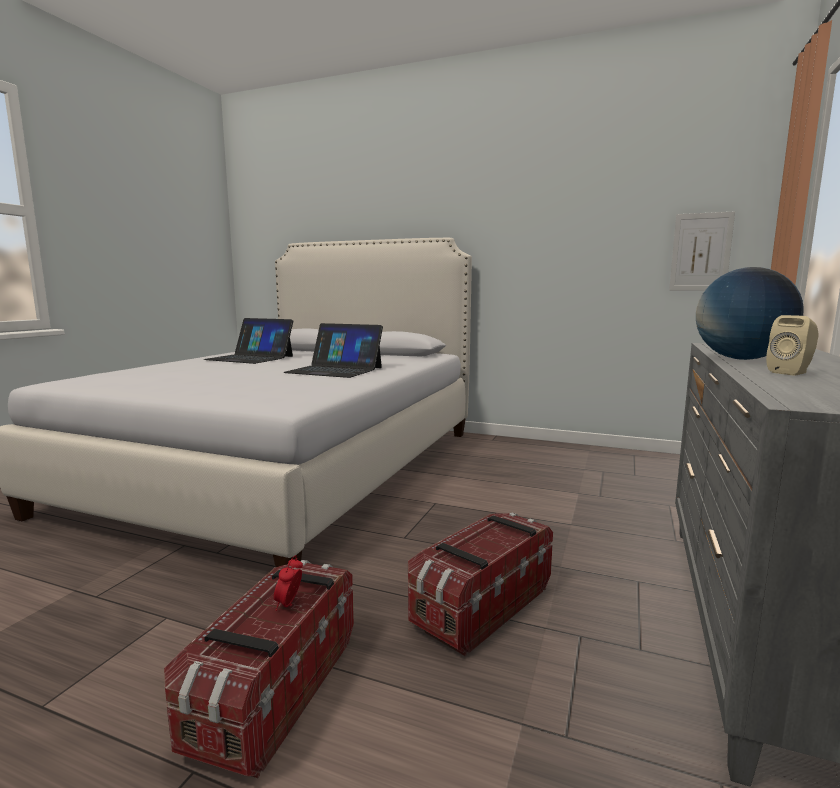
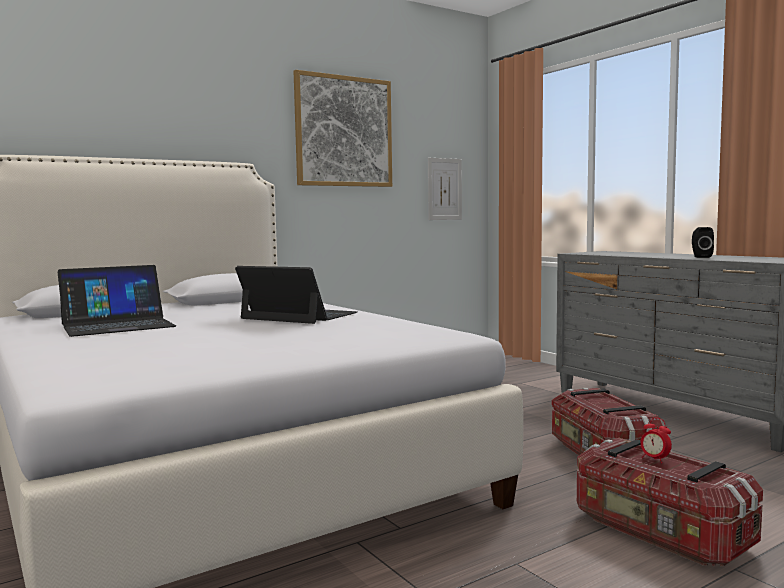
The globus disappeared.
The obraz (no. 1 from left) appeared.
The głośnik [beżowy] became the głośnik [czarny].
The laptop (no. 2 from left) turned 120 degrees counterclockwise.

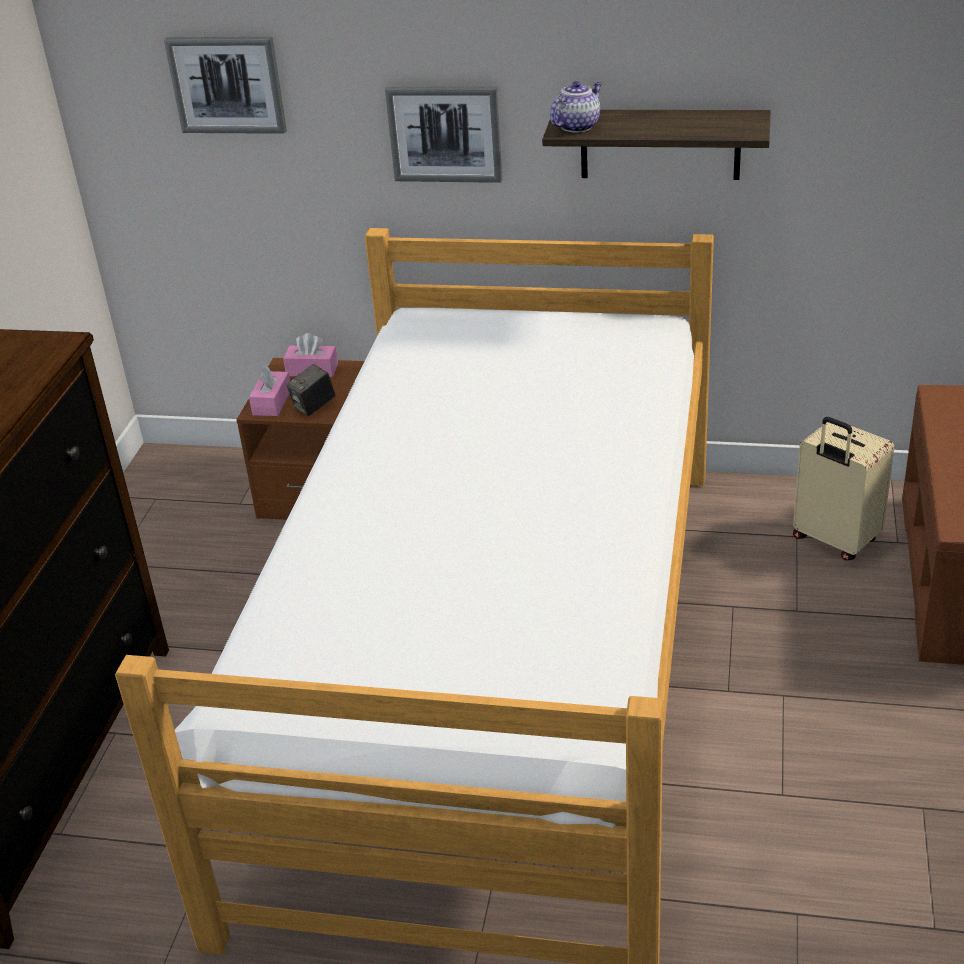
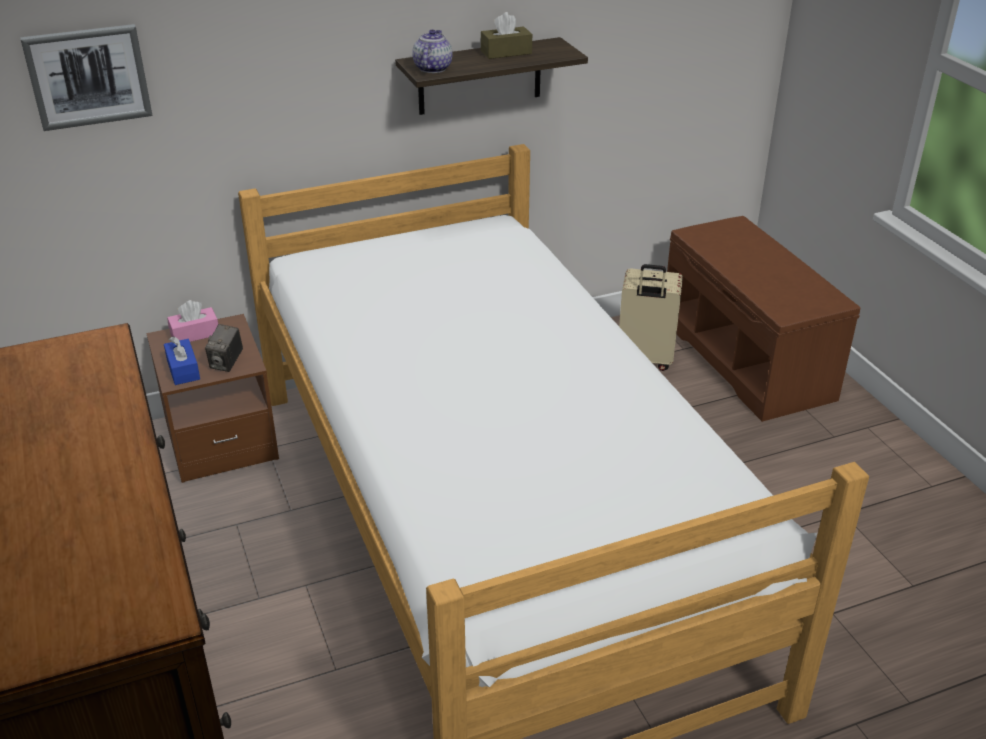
The obraz (no. 2 from left) disappeared.
The pudełko chusteczek [brązowy] appeared.
The pudełko chusteczek [różowy] (no. 1 from left) became the pudełko chusteczek [niebieski].

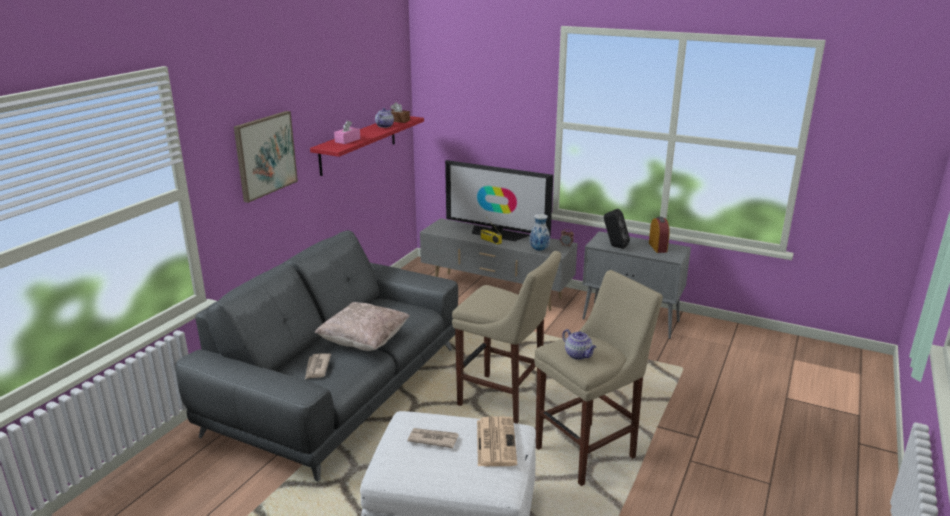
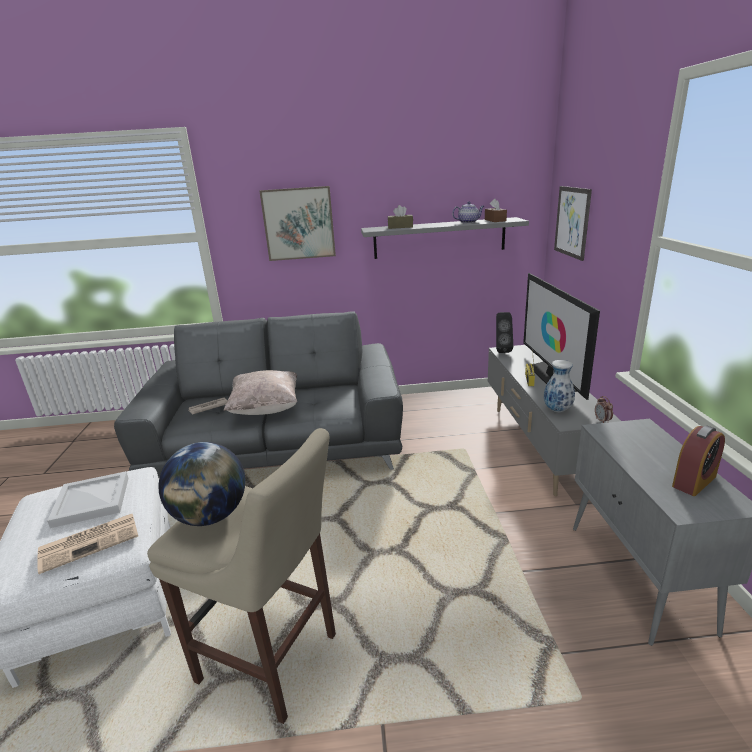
The stołek [beżowy] (no. 1 from left) disappeared.
The obraz (no. 2 from left) appeared.
The głośnik [czarny] moved.
The gazeta (no. 2 from left) was replaced by the taca [biały].
The imbryk (no. 2 from left) was replaced by the globus.
The półka [czerwony] became the półka [szary].
The pudełko chusteczek [różowy] became the pudełko chusteczek [brązowy] (no. 1 from left).

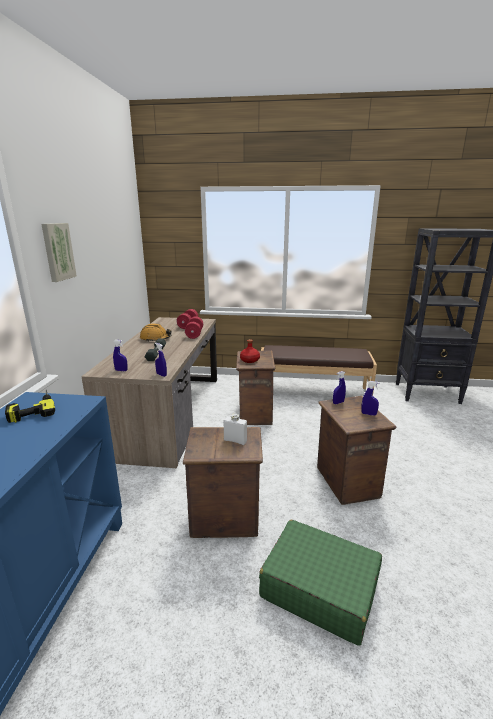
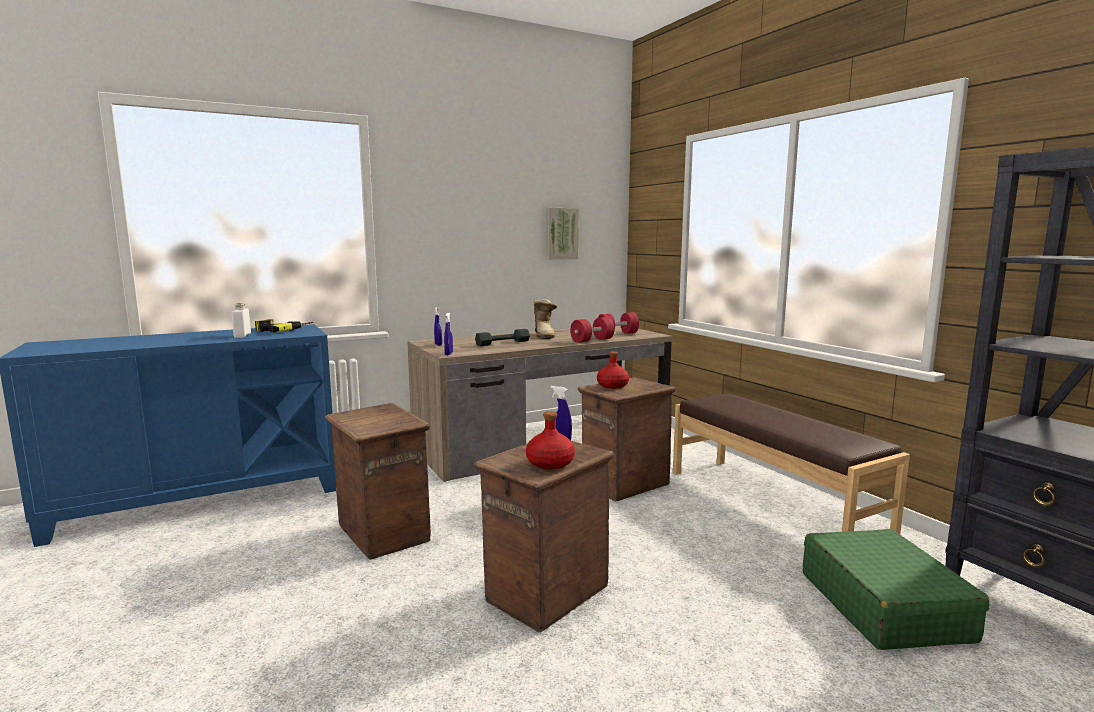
The obraz moved.
The butelka [biały] moved.
The walizka [zielony] moved.
The kask [pomarańczowy] was replaced by the but z cholewką.
The spryskiwacz [niebieski] (no. 4 from left) was replaced by the butelka [czerwony] (no. 1 from left).

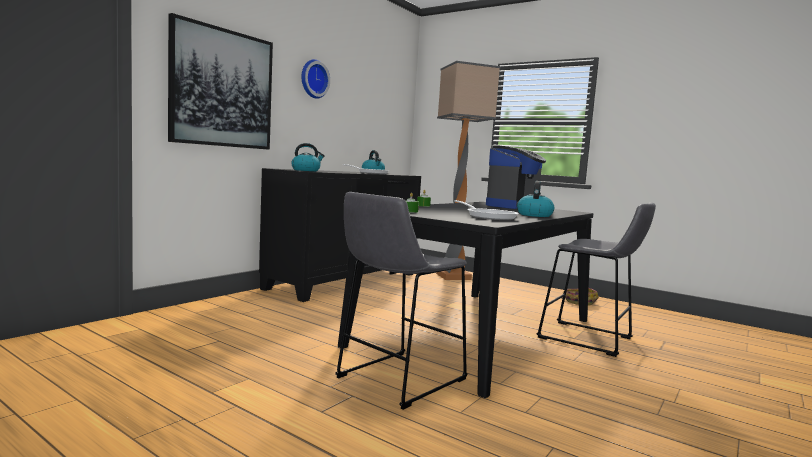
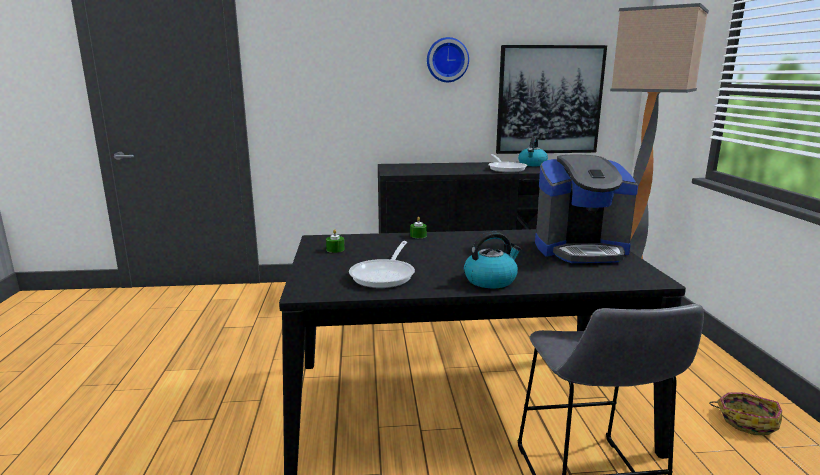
The czajnik (no. 1 from left) disappeared.
The stołek [szary] (no. 1 from left) disappeared.
The obraz moved.

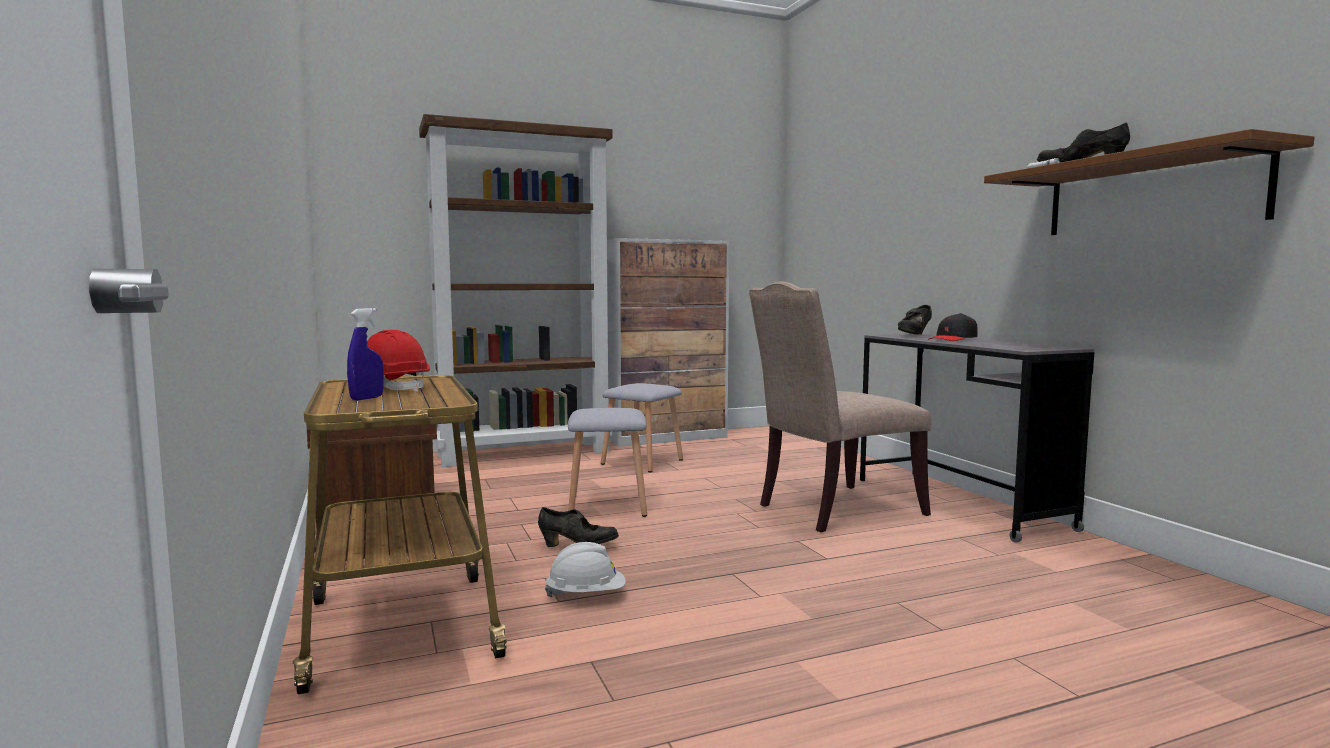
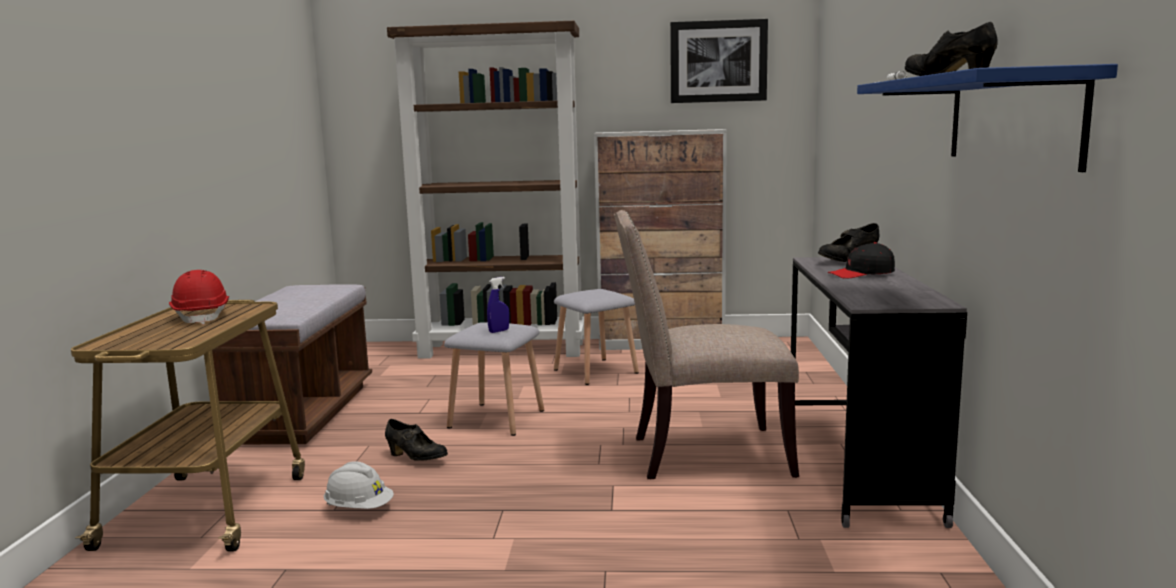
The obraz appeared.
The spryskiwacz [niebieski] moved.
The półka [brązowy] became the półka [niebieski].

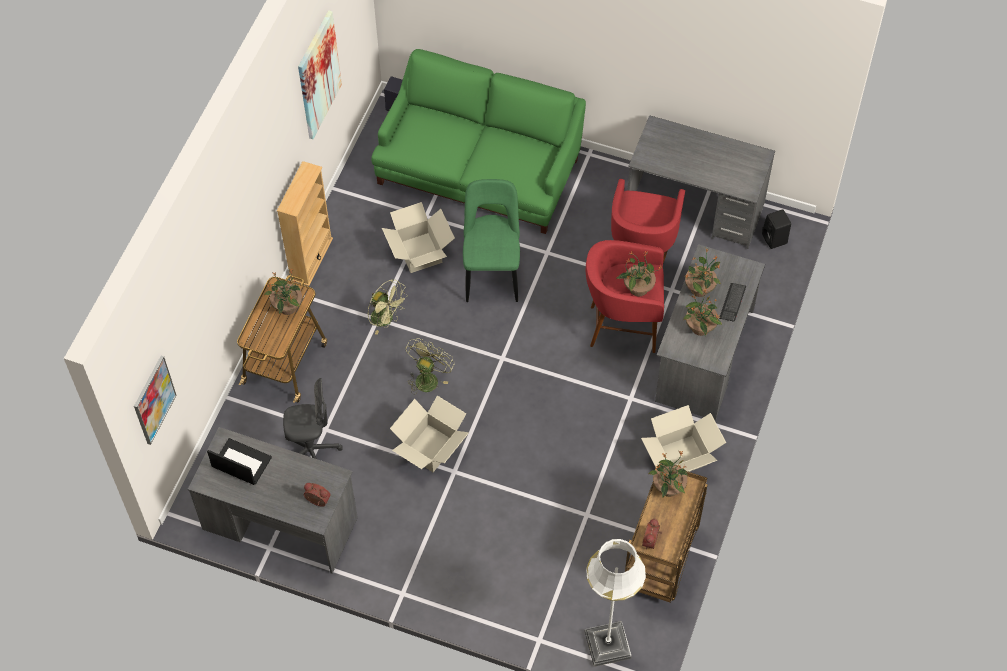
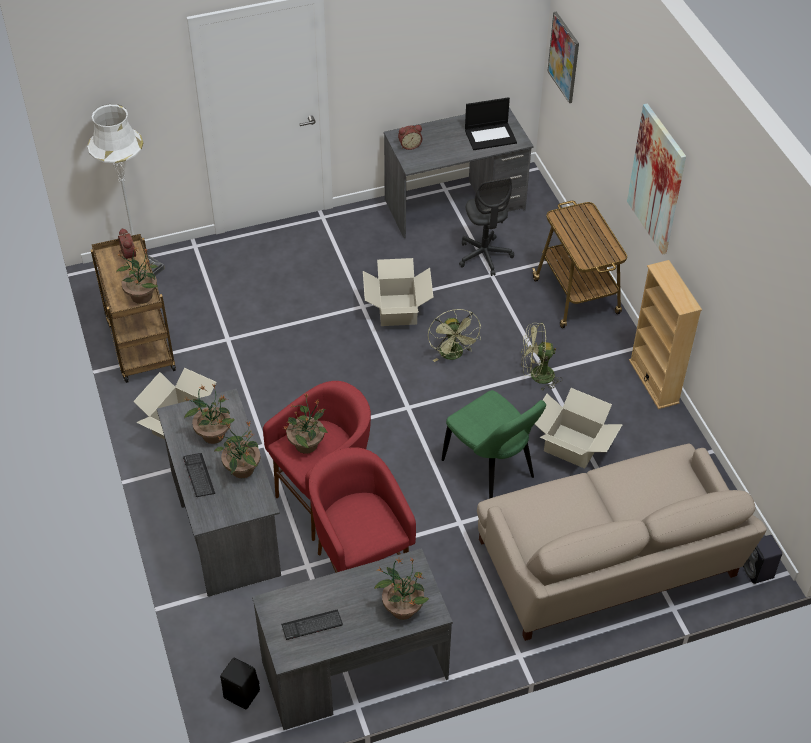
The klawiatura (no. 2 from left) appeared.
The roślina doniczkowa (no. 1 from left in the first image) moved.
The obraz (no. 2 from left) moved.
The kanapa [zielony] became the kanapa [beżowy].
The krzesło biurowe [szary] turned 60 degrees counterclockwise.

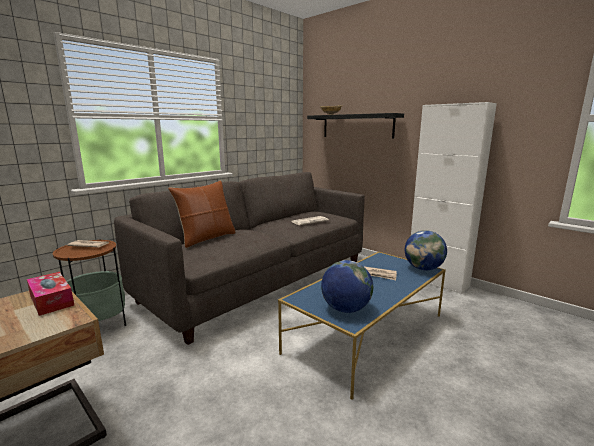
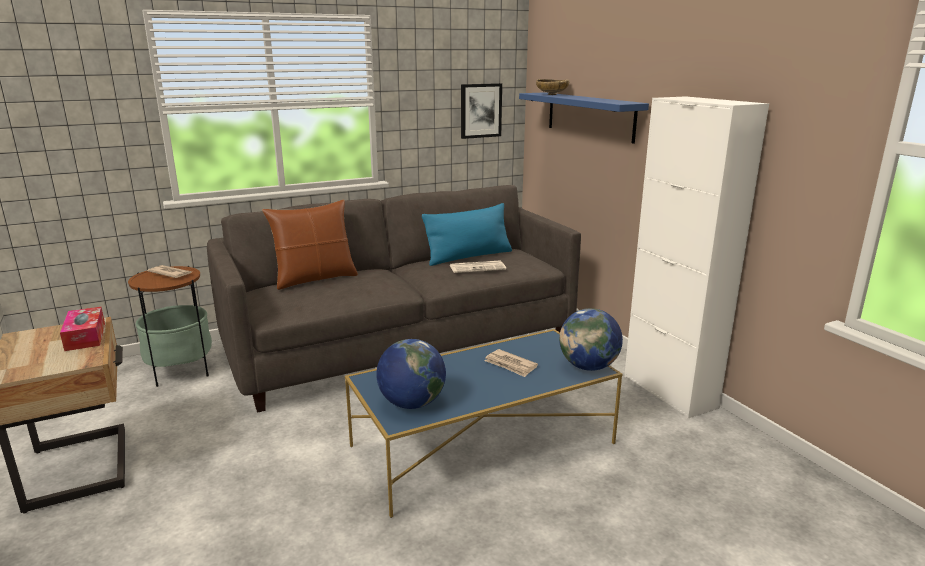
The poduszka [niebieski] appeared.
The obraz appeared.
The półka [czarny] became the półka [niebieski].

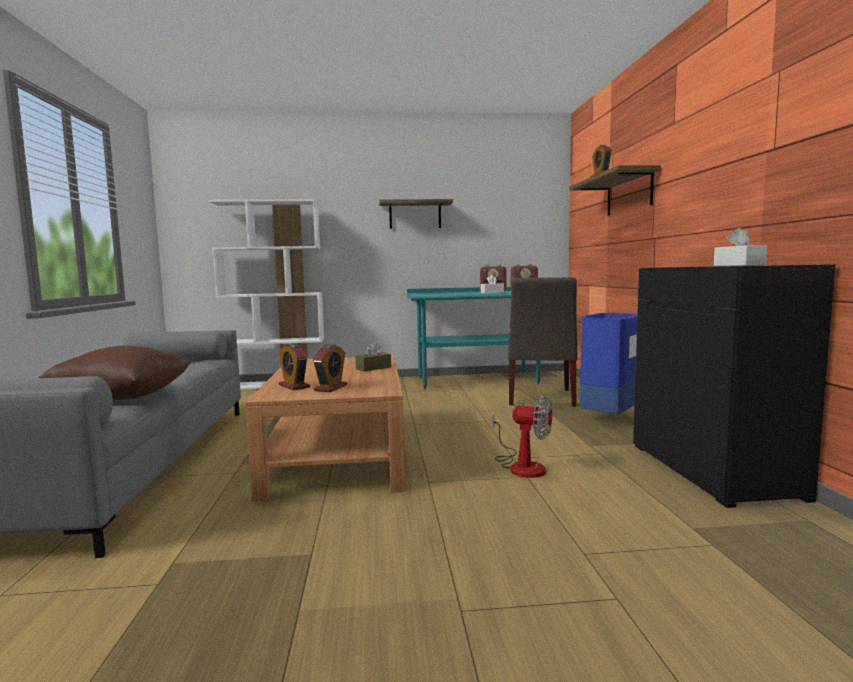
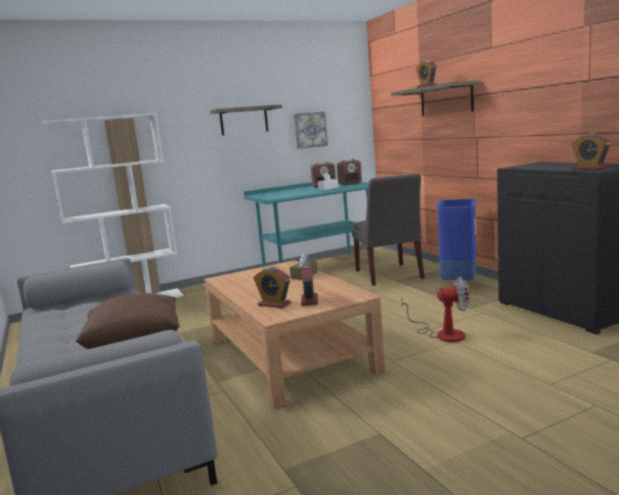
The obraz appeared.
The pudełko chusteczek [biały] (no. 2 from left) was replaced by the budzik (no. 4 from left).

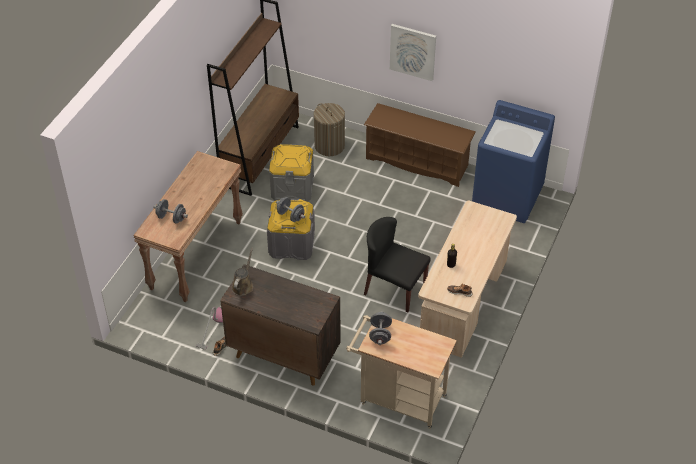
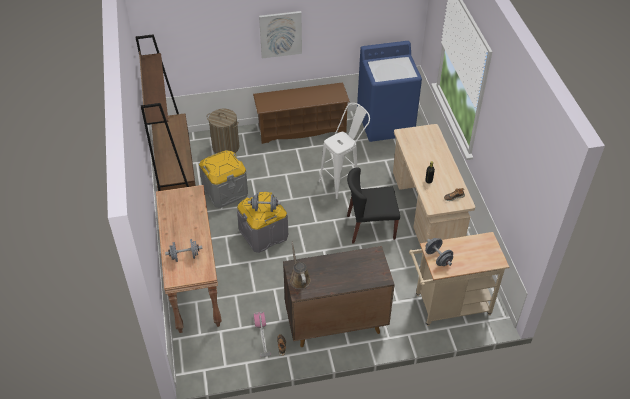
The stołek [biały] appeared.

